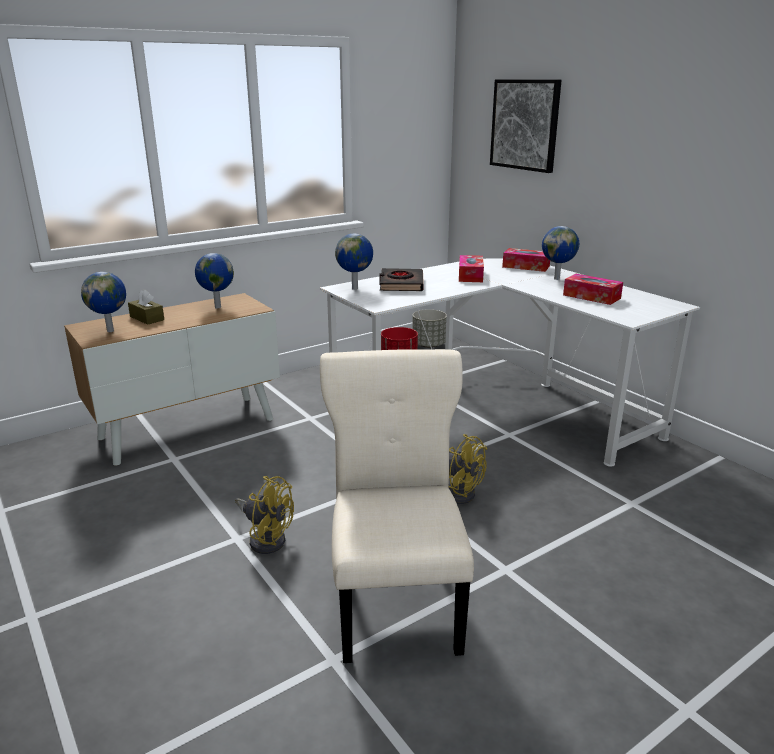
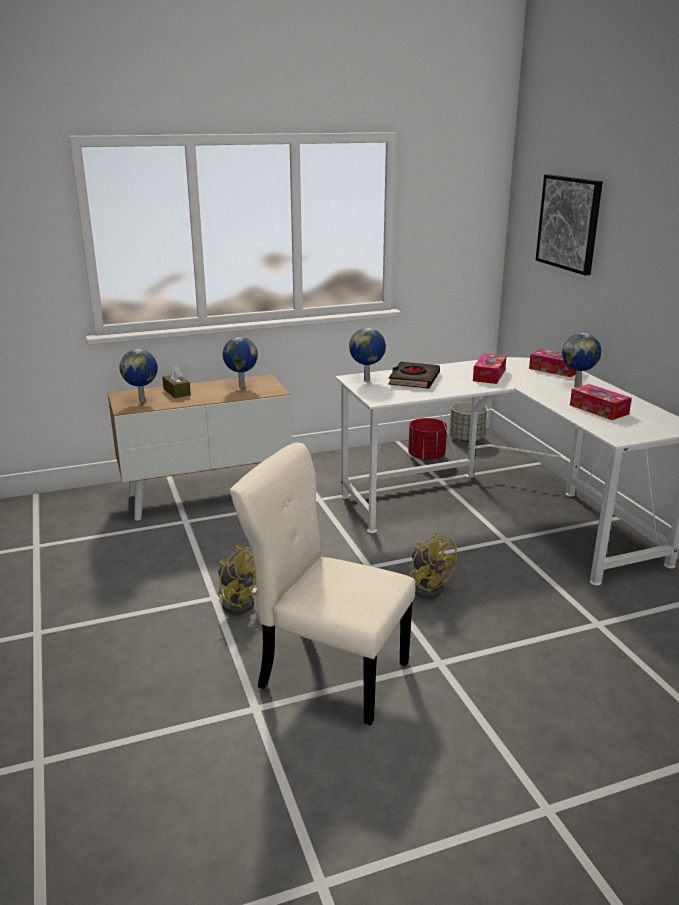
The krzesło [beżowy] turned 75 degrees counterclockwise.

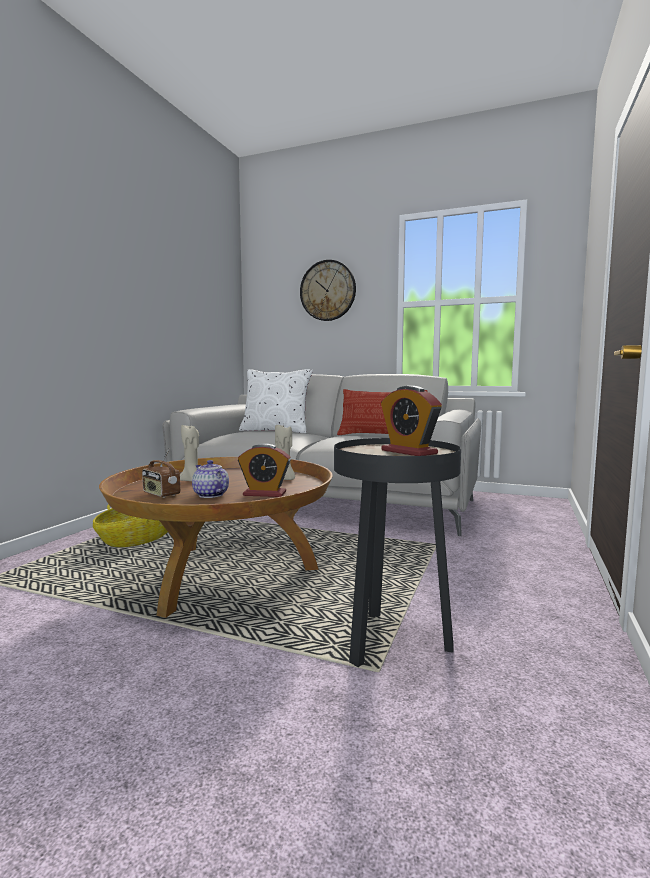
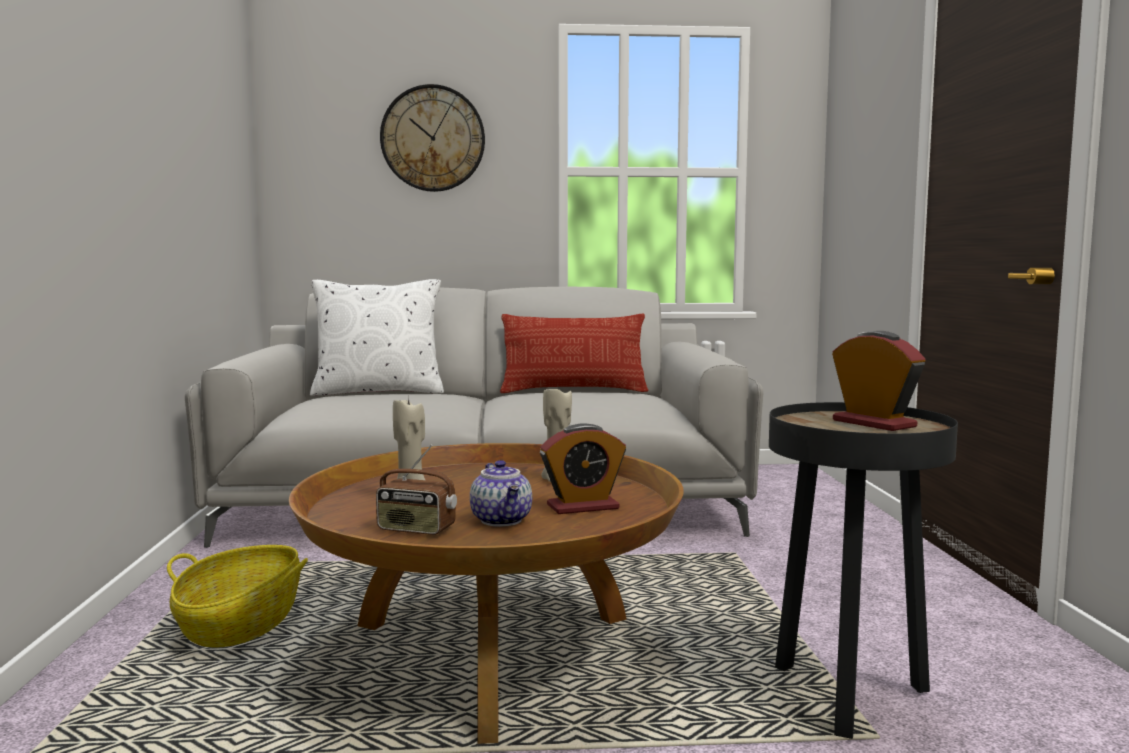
The imbryk turned 135 degrees counterclockwise.
The budzik (no. 2 from left) turned 150 degrees counterclockwise.

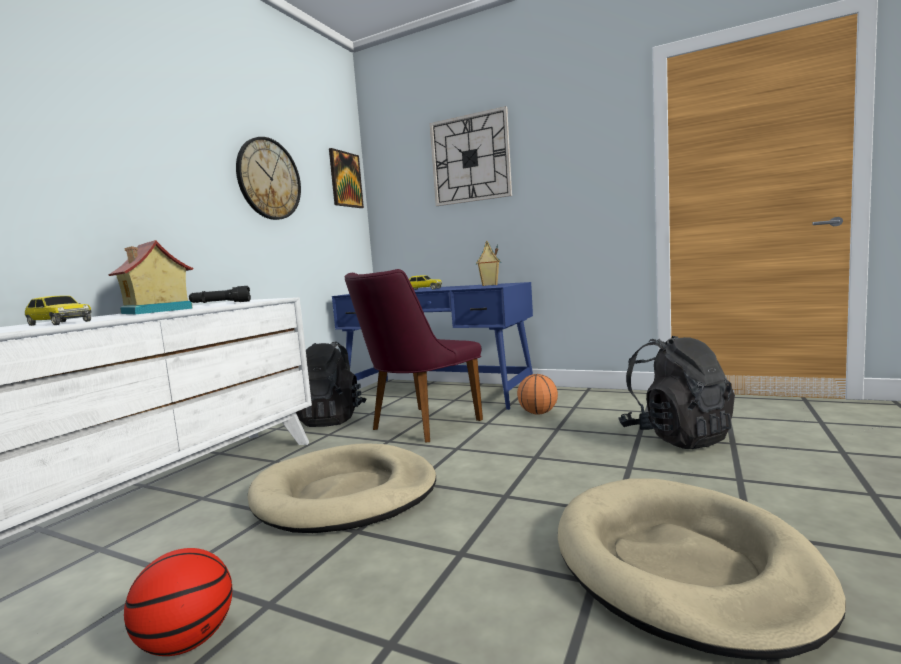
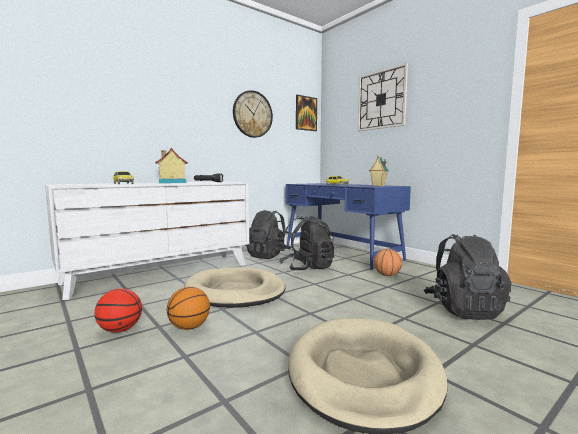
The piłka do koszykówki (no. 2 from left) appeared.
The krzesło [fioletowy] was replaced by the plecak [czarny] (no. 2 from left).

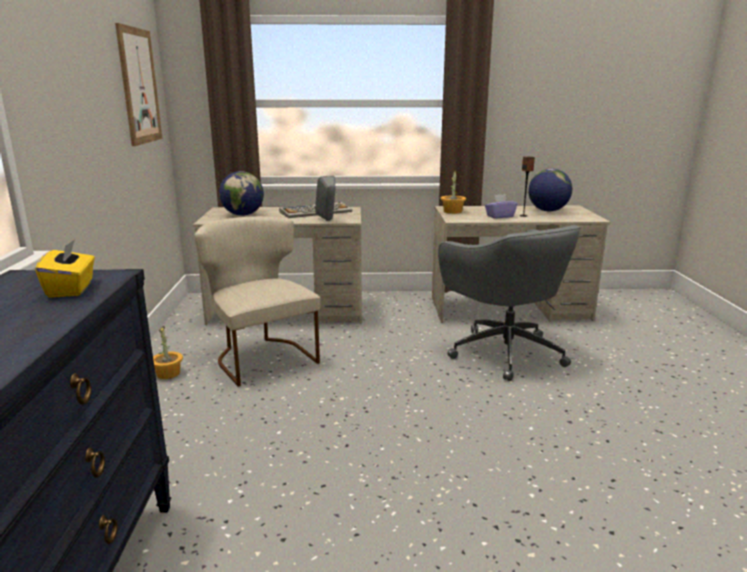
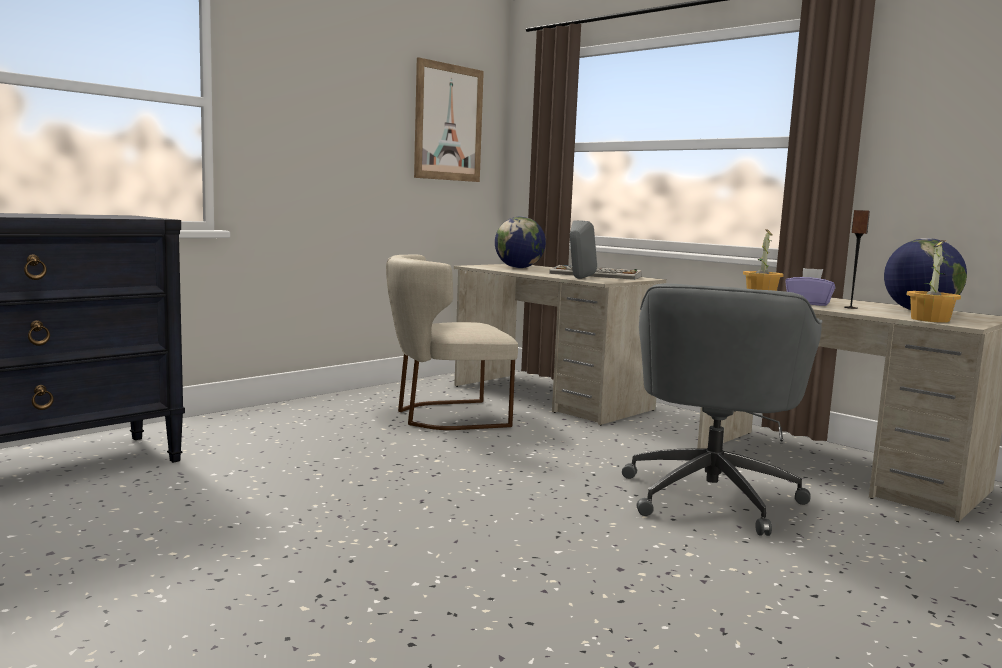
The pudełko chusteczek [żółty] disappeared.
The roślina doniczkowa (no. 1 from left in the first image) moved.
The krzesło [beżowy] turned 120 degrees counterclockwise.

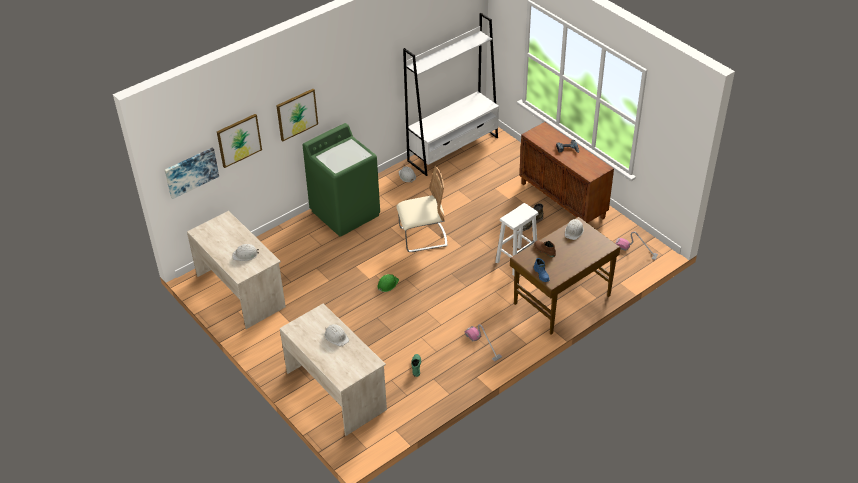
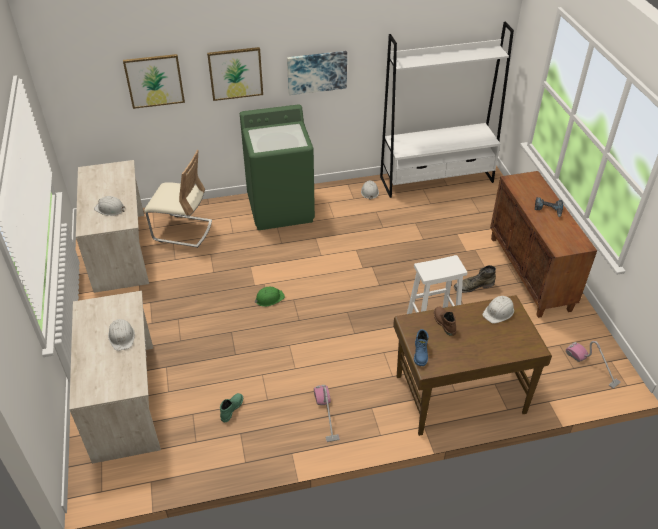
The obraz (no. 1 from left in the first image) moved.
The krzesło [beżowy] moved.

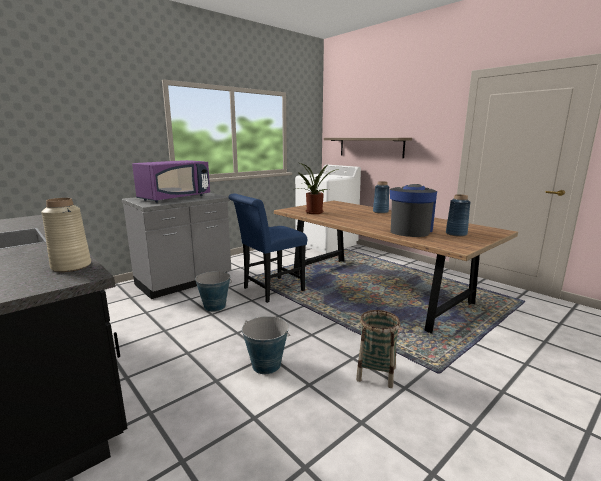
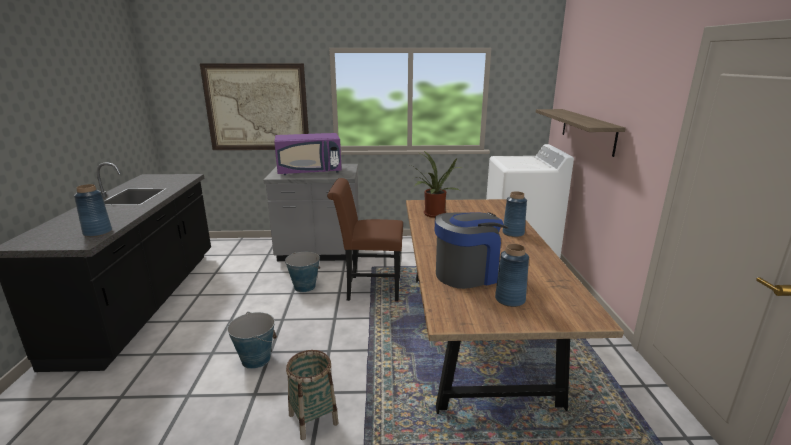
The obraz appeared.
The wazon [beżowy] became the wazon [niebieski] (no. 1 from left).
The krzesło [niebieski] became the krzesło [brązowy].

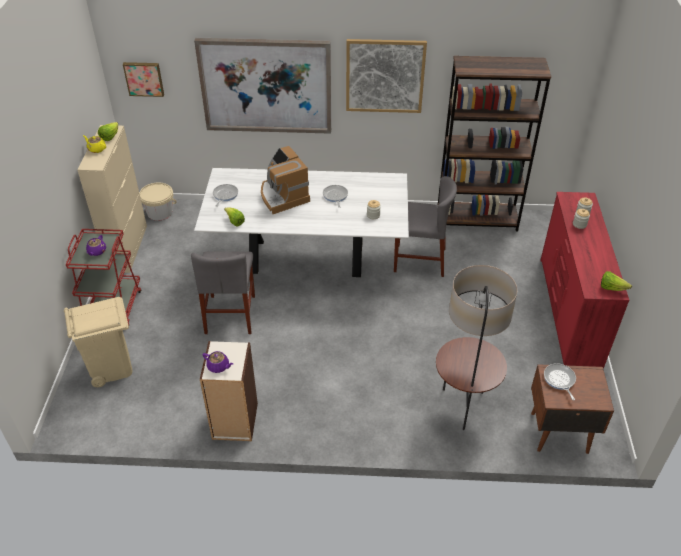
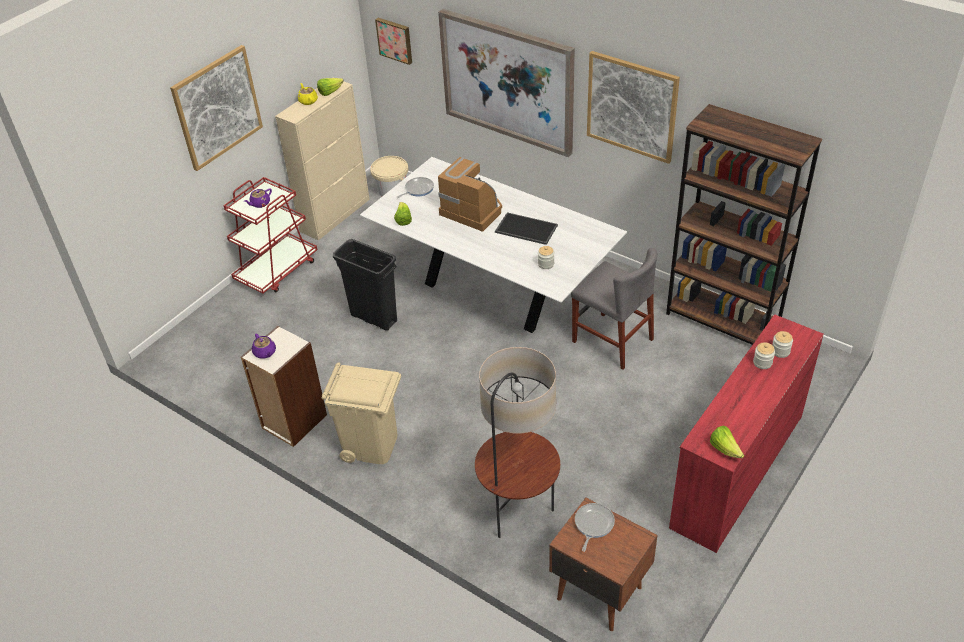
The obraz (no. 1 from left) appeared.
The kosz na śmieci [beżowy] moved.
The krzesło [szary] (no. 1 from left) was replaced by the kosz na śmieci [czarny].
The patelnia (no. 2 from left) was replaced by the taca.
The ekspres do kawy turned 120 degrees clockwise.

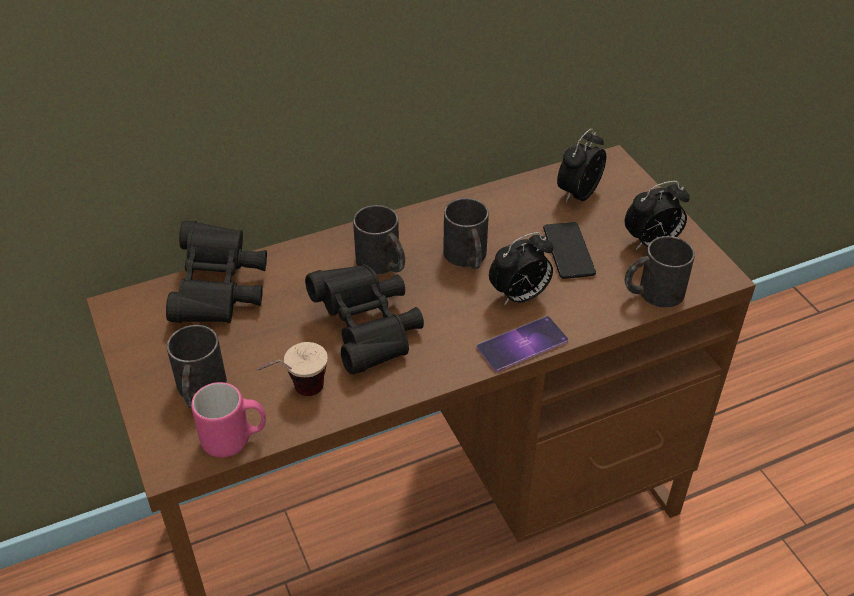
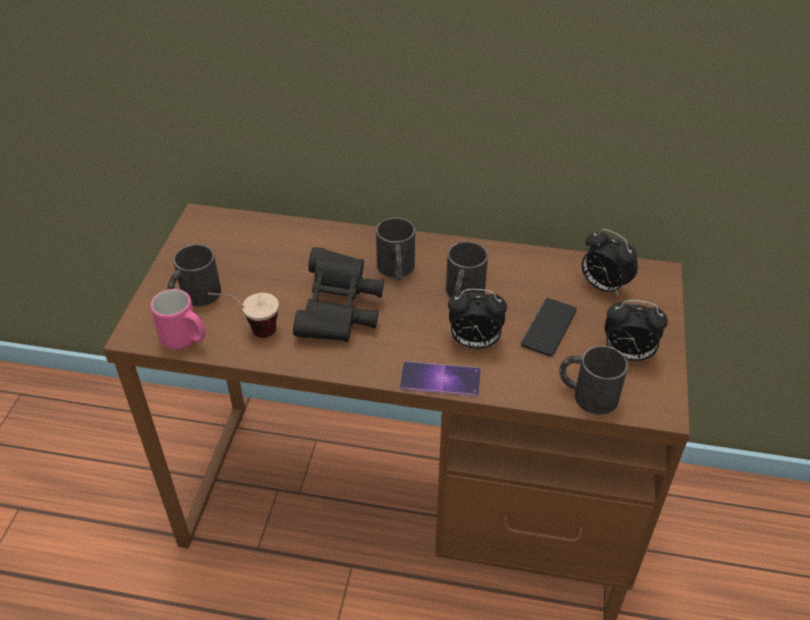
The lornetka [czarny] (no. 1 from left) disappeared.
The budzik (no. 2 from left) turned 120 degrees counterclockwise.

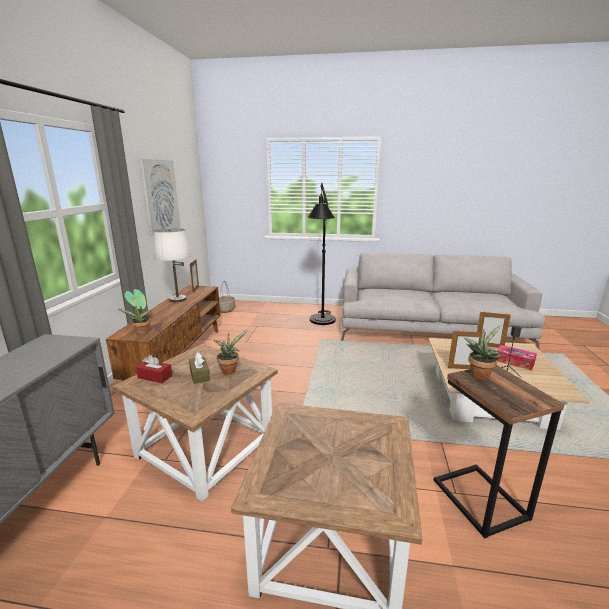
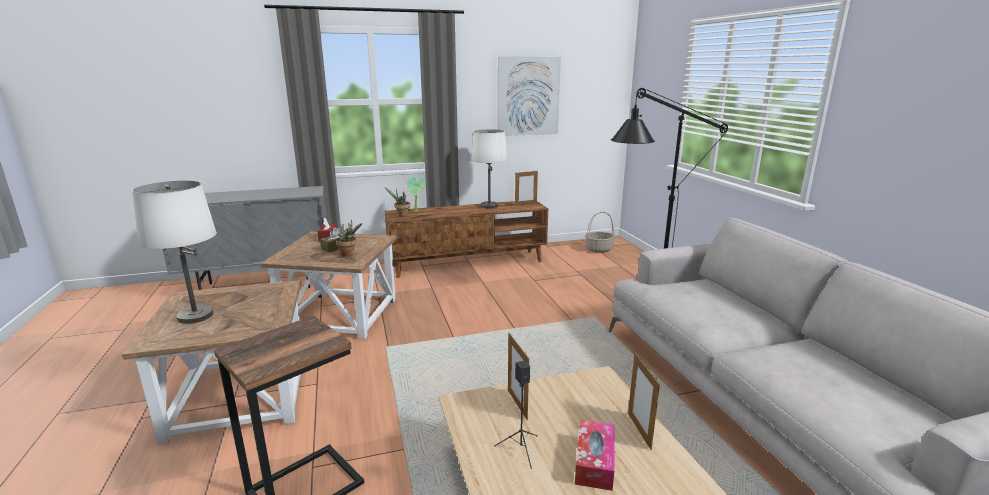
The roślina doniczkowa (no. 4 from left) disappeared.
The lampa stołowa [biały] (no. 1 from left) appeared.

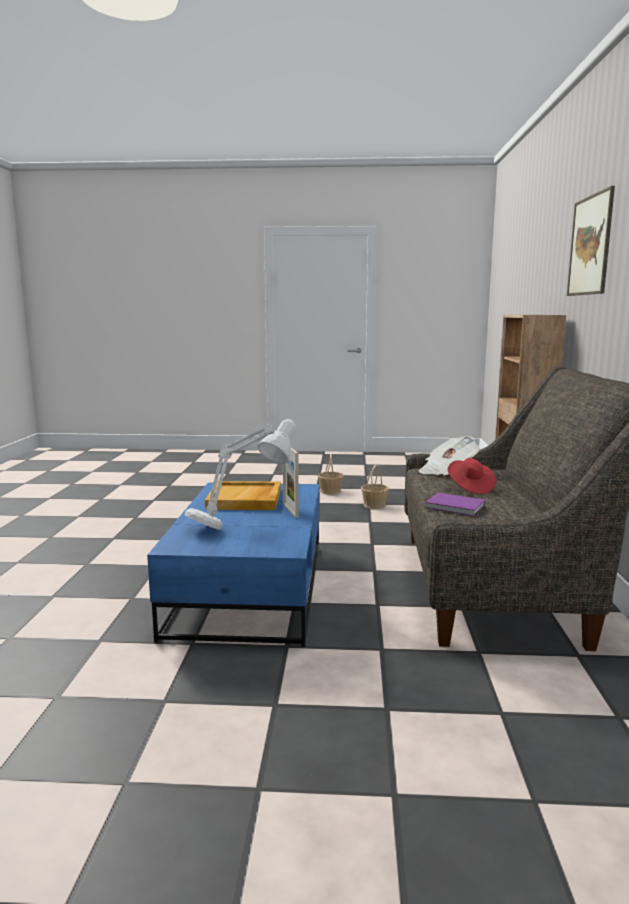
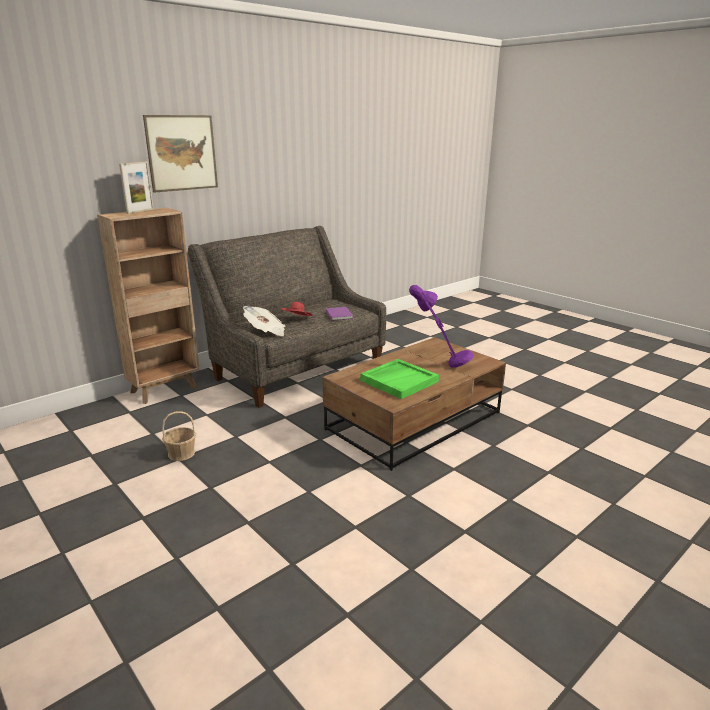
The koszyk (no. 1 from left) disappeared.
The ramka na zdjęcie moved.
The ława [niebieski] became the ława [brązowy].
The lampa stołowa [szary] became the lampa stołowa [fioletowy].
The taca [beżowy] became the taca [zielony].

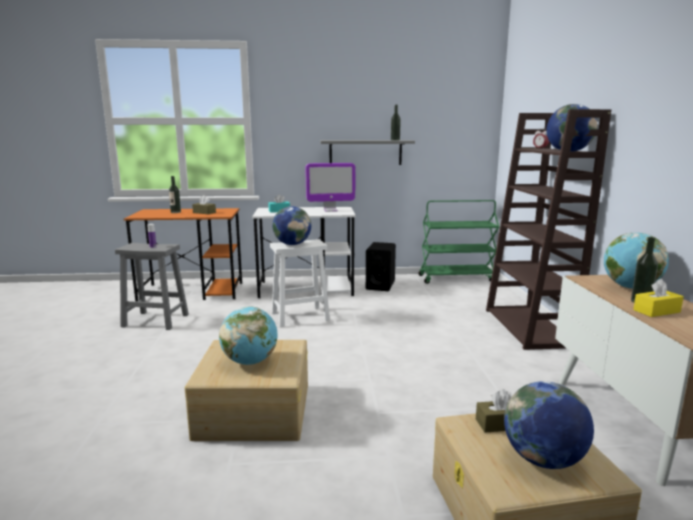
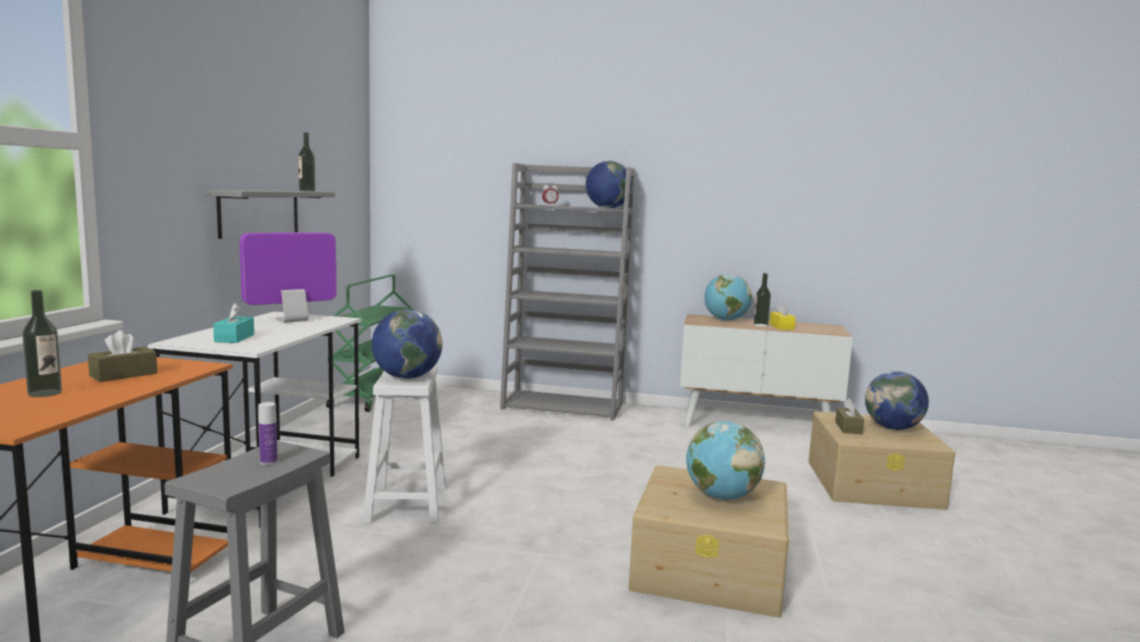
The głośnik [czarny] disappeared.
The regał [brązowy] became the regał [szary].
The monitor turned 135 degrees counterclockwise.

